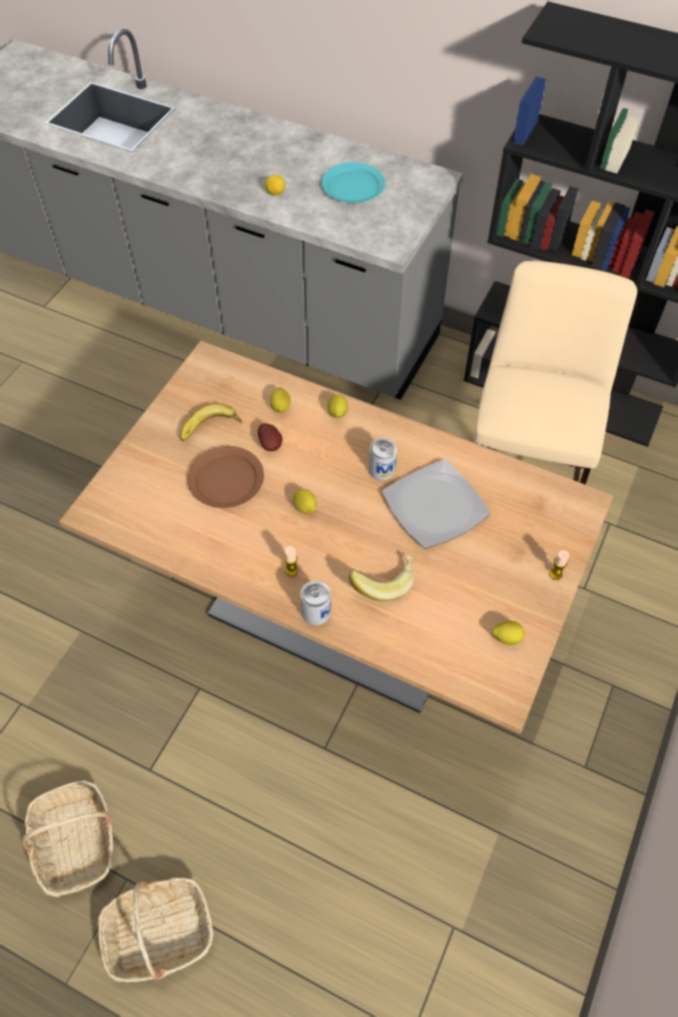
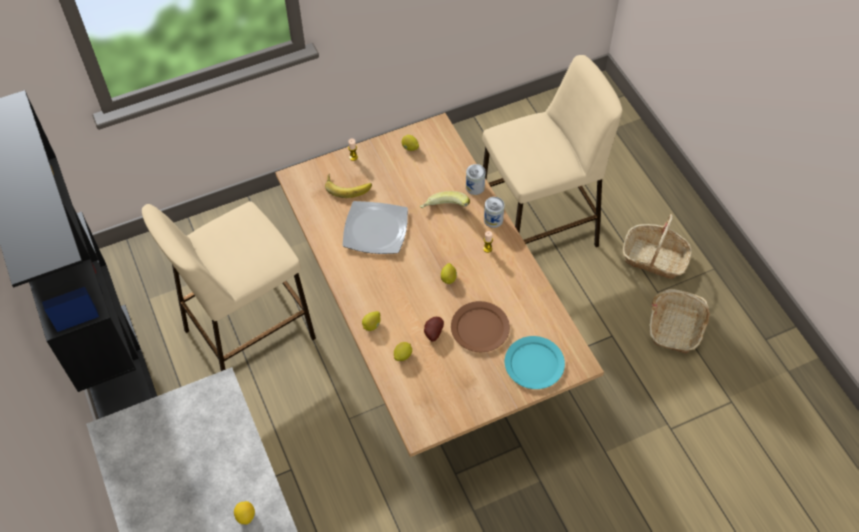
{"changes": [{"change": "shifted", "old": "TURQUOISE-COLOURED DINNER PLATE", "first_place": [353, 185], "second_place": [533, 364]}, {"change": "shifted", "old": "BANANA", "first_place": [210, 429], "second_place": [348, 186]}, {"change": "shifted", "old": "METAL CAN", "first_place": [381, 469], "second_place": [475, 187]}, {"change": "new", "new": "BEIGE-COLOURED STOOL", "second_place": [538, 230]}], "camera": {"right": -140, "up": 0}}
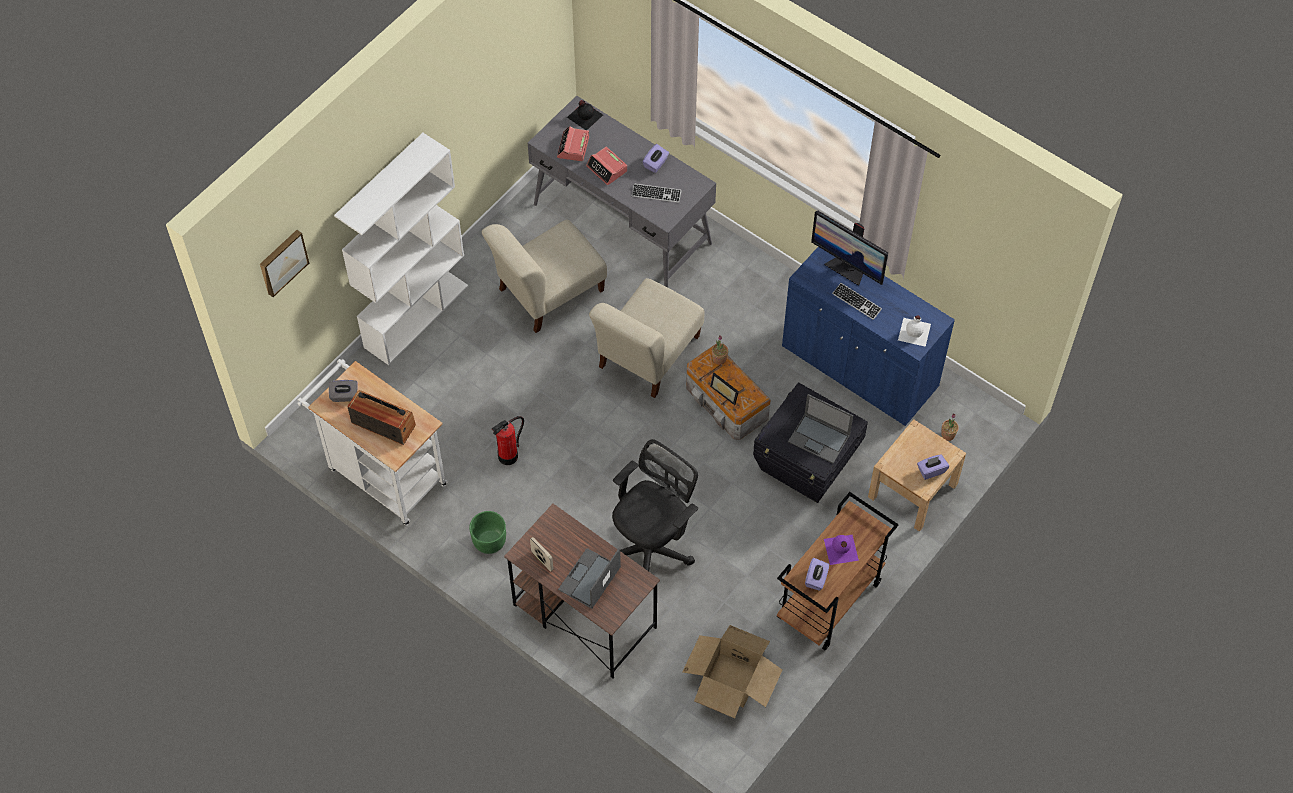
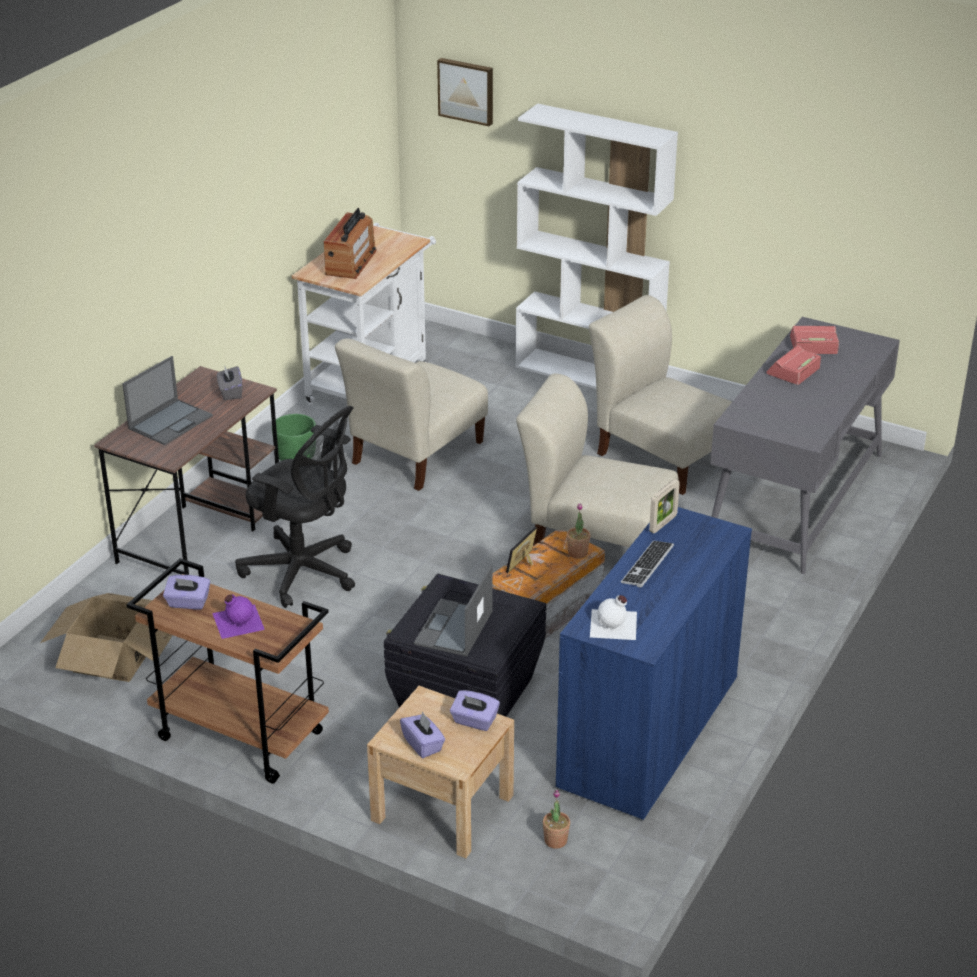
{"changes": [{"change": "gone", "old": "BLACK-COLOURED BEVERAGE BOTTLE", "first_place": [585, 115]}, {"change": "shifted", "old": "PURPLE TISSUE BOX", "first_place": [656, 164], "second_place": [474, 721]}, {"change": "gone", "old": "KEYBOARD", "first_place": [656, 194]}, {"change": "gone", "old": "COMPUTER DISPLAY", "first_place": [847, 268]}, {"change": "shifted", "old": "GREYISH TISSUE BOX", "first_place": [344, 396], "second_place": [230, 392]}, {"change": "swapped", "old": "FIRE EXTINGUISHER", "new": "BEIGE-COLOURED CHAIR", "first_place": [508, 456], "second_place": [414, 456]}, {"change": "shifted", "old": "PICTURE FRAME", "first_place": [542, 561], "second_place": [663, 524]}, {"change": "rotated", "old": "NOTEBOOK COMPUTER", "first_place": [589, 579], "second_place": [171, 422], "degrees": 105}], "camera": {"right": 80, "up": -25}}
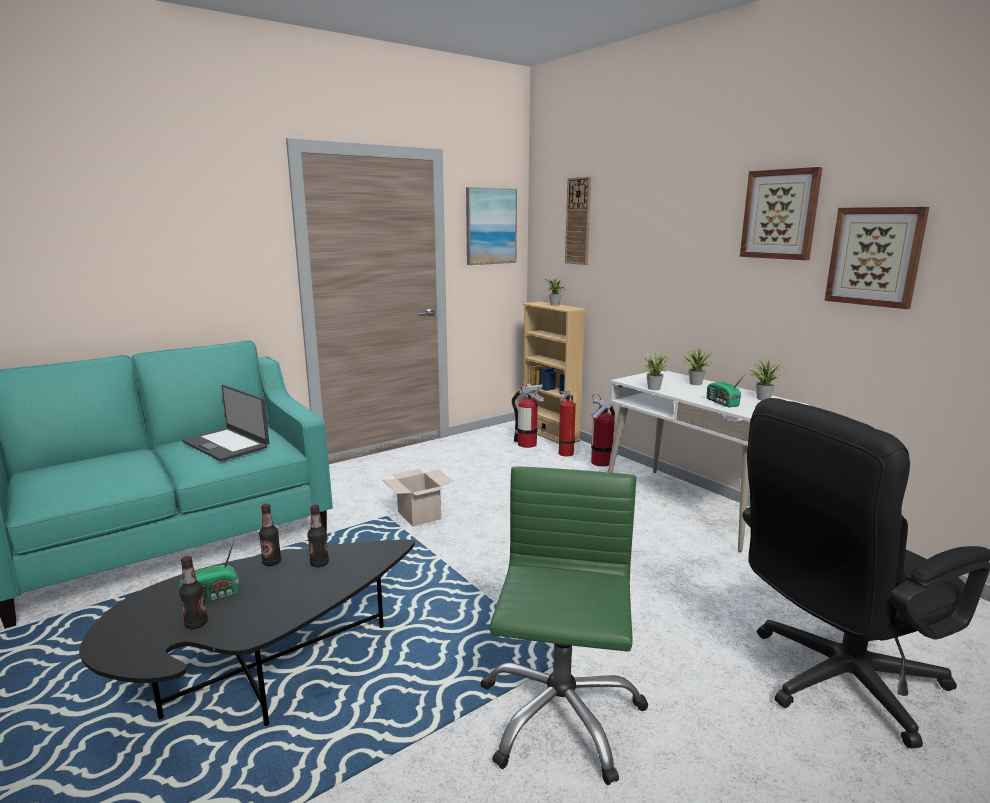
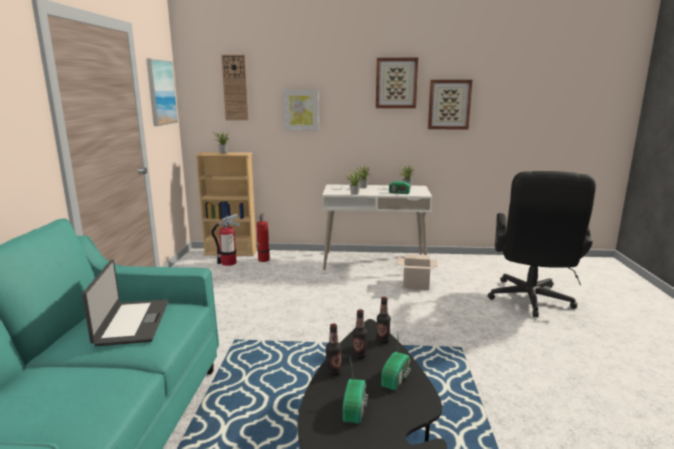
{"changes": [{"change": "rotated", "old": "NOTEBOOK COMPUTER", "first_place": [227, 444], "second_place": [131, 322], "degrees": -90}, {"change": "gone", "old": "FIRE EXTINGUISHER", "first_place": [601, 462]}, {"change": "gone", "old": "GREEN-COLOURED COMPUTER CHAIR", "first_place": [559, 715]}, {"change": "shifted", "old": "PACKING BOX", "first_place": [420, 515], "second_place": [416, 284]}, {"change": "shifted", "old": "BEVERAGE BOTTLE", "first_place": [196, 624], "second_place": [382, 340]}, {"change": "new", "new": "WALL ART", "second_place": [301, 110]}, {"change": "new", "new": "RADIO RECEIVER", "second_place": [397, 378]}], "camera": {"right": -50, "up": 0}}
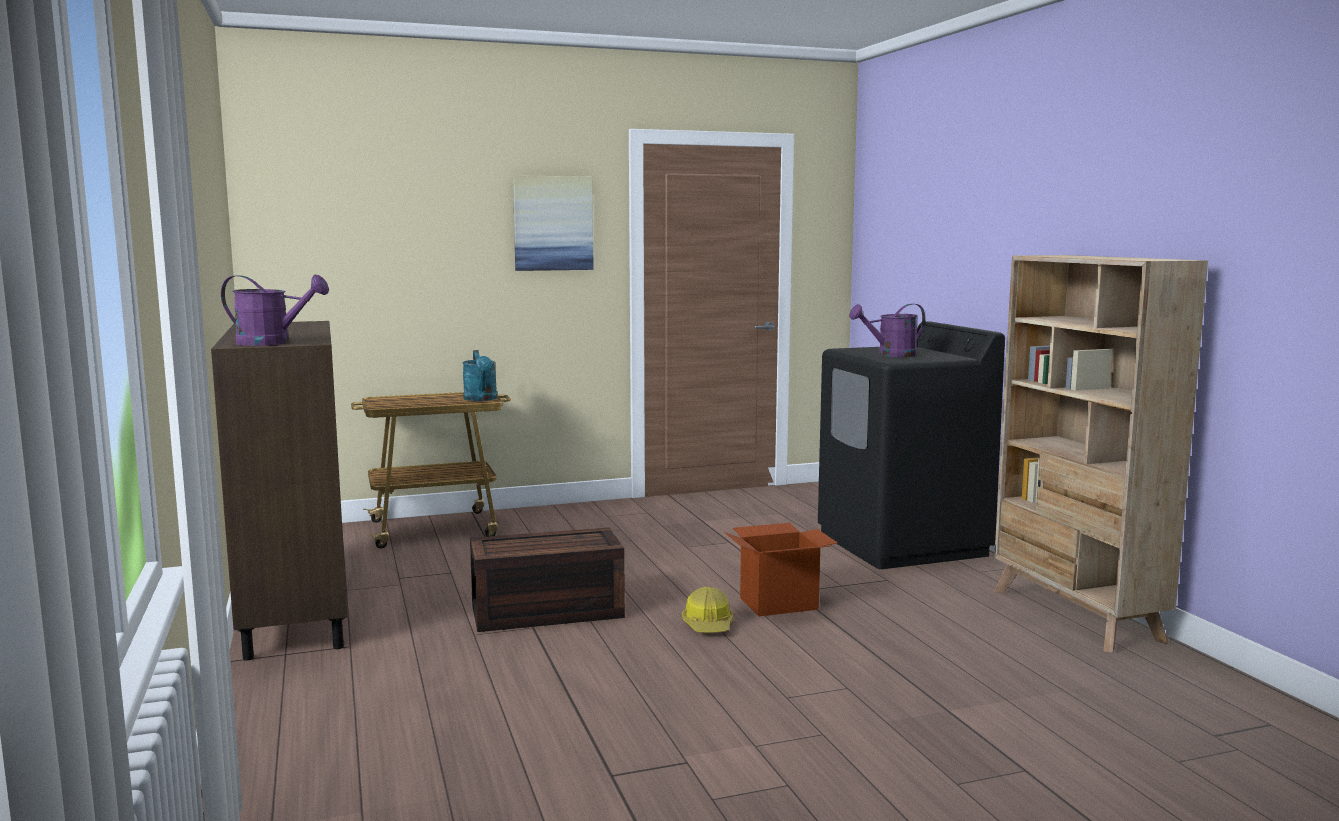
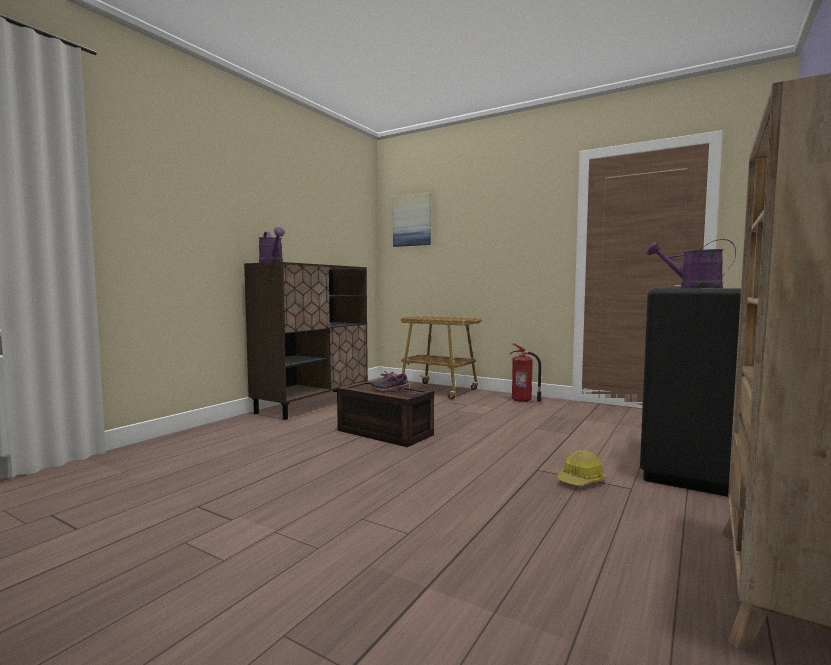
{"changes": [{"change": "shifted", "old": "WALL ART", "first_place": [553, 223], "second_place": [412, 220]}, {"change": "gone", "old": "TURQUOISE-COLOURED WATERING CAN", "first_place": [481, 399]}, {"change": "gone", "old": "PACKING BOX", "first_place": [779, 603]}, {"change": "shifted", "old": "WORK HELMET", "first_place": [708, 625], "second_place": [580, 480]}, {"change": "new", "new": "FIRE EXTINGUISHER", "second_place": [523, 401]}, {"change": "new", "new": "SHOE", "second_place": [390, 390]}], "camera": {"right": 50, "up": -5}}
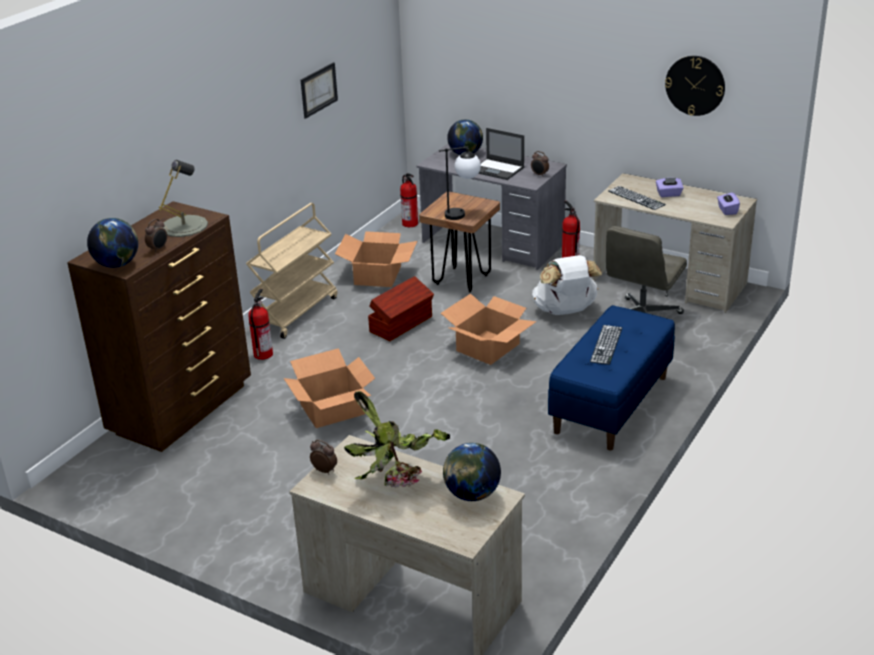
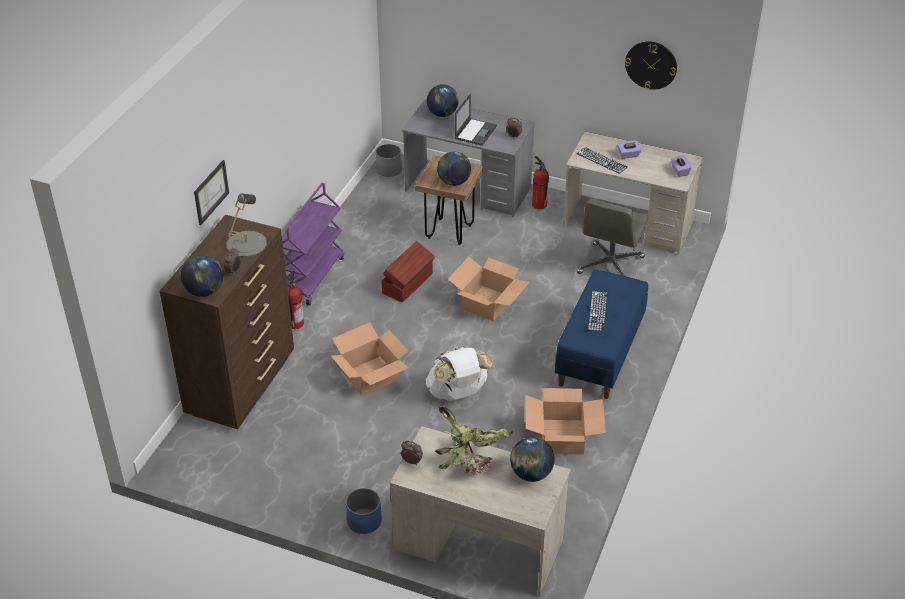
{"changes": [{"change": "shifted", "old": "WALL ART", "first_place": [318, 90], "second_place": [211, 192]}, {"change": "rotated", "old": "NOTEBOOK COMPUTER", "first_place": [498, 169], "second_place": [475, 132], "degrees": -90}, {"change": "swapped", "old": "TABLETOP LAMP", "new": "DESK GLOBE", "first_place": [463, 214], "second_place": [454, 182]}, {"change": "swapped", "old": "FIRE EXTINGUISHER", "new": "GREYISH PLANT POT", "first_place": [410, 224], "second_place": [389, 170]}, {"change": "repainted", "old": "BEIGE-COLOURED CART", "new": "PURPLE CART", "first_place": [296, 312], "second_place": [311, 276]}, {"change": "shifted", "old": "PACKING BOX", "first_place": [378, 275], "second_place": [563, 437]}, {"change": "shifted", "old": "WHITE KNAPSACK", "first_place": [565, 311], "second_place": [457, 393]}, {"change": "new", "new": "BLUE PLANT POT", "second_place": [364, 521]}], "camera": {"right": -10, "up": 10}}
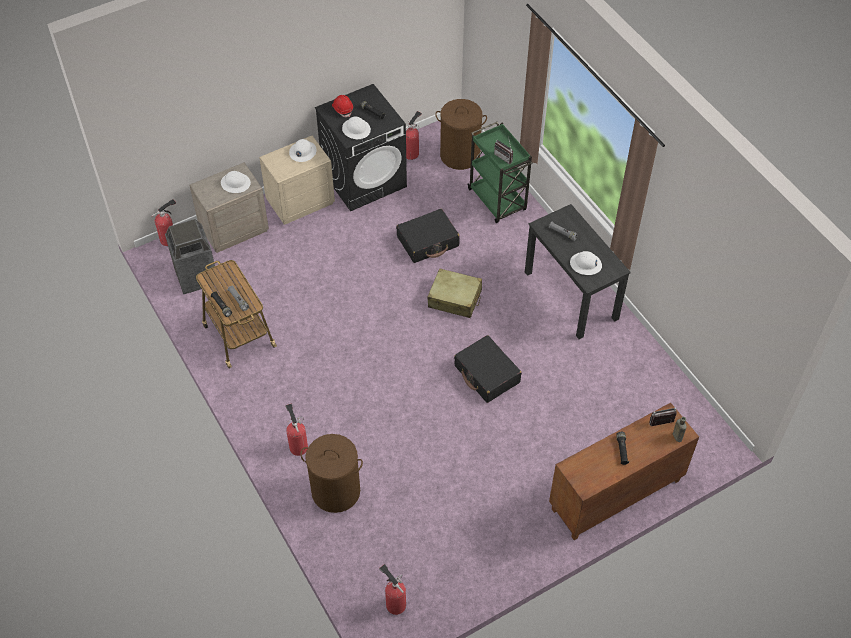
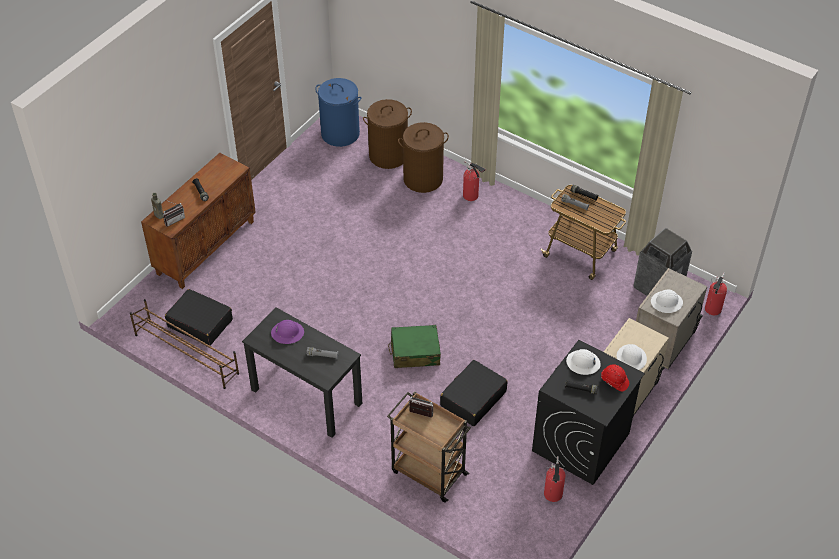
{"changes": [{"change": "shifted", "old": "BROWN WASHING BASKET", "first_place": [459, 155], "second_place": [388, 155]}, {"change": "repainted", "old": "GREEN-COLOURED CART", "new": "BROWN CART", "first_place": [497, 200], "second_place": [428, 472]}, {"change": "repainted", "old": "WHITE WORK HELMET", "new": "PURPLE WORK HELMET", "first_place": [585, 264], "second_place": [287, 333]}, {"change": "repainted", "old": "BEIGE-COLOURED PIECE OF LUGGAGE", "new": "GREEN-COLOURED PIECE OF LUGGAGE", "first_place": [455, 299], "second_place": [415, 352]}, {"change": "shifted", "old": "BLACK-COLOURED PIECE OF LUGGAGE", "first_place": [487, 374], "second_place": [200, 323]}, {"change": "swapped", "old": "FIRE EXTINGUISHER", "new": "BLUE WASHING BASKET", "first_place": [394, 603], "second_place": [340, 134]}, {"change": "new", "new": "BROWN SHOE STAND", "second_place": [186, 353]}], "camera": {"right": 155, "up": -5}}
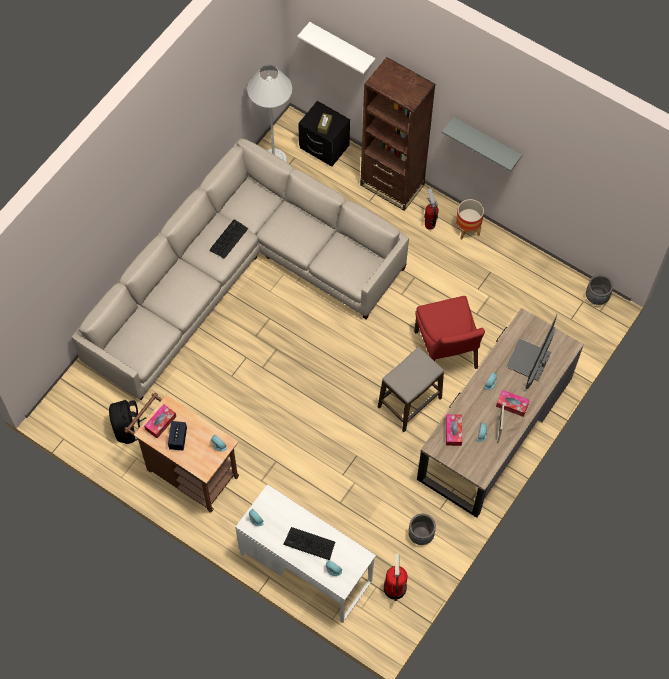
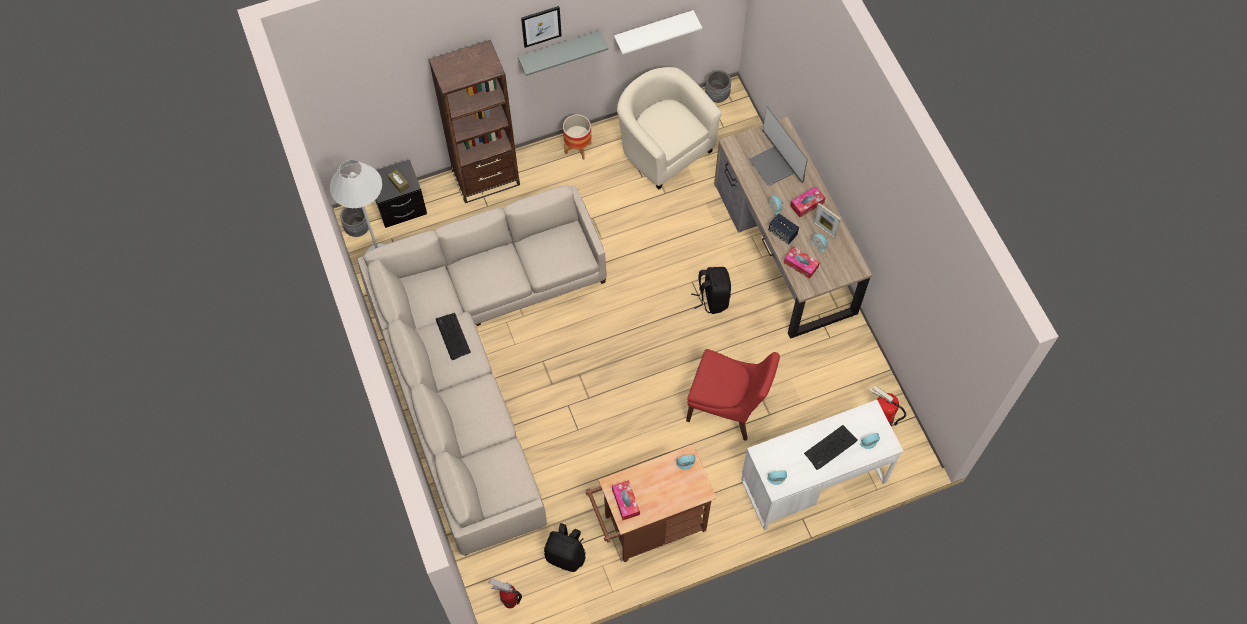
{"changes": [{"change": "shifted", "old": "WHITE SHELF", "first_place": [342, 47], "second_place": [653, 30]}, {"change": "shifted", "old": "FIRE EXTINGUISHER", "first_place": [429, 225], "second_place": [509, 602]}, {"change": "shifted", "old": "RED-COLOURED CHAIR", "first_place": [446, 352], "second_place": [728, 407]}, {"change": "swapped", "old": "STOOL", "new": "BLACK-COLOURED KNAPSACK", "first_place": [409, 402], "second_place": [712, 298]}, {"change": "shifted", "old": "AUDIO SPEAKER", "first_place": [178, 439], "second_place": [782, 233]}, {"change": "shifted", "old": "GREYISH PLANT POT", "first_place": [421, 535], "second_place": [358, 229]}, {"change": "new", "new": "WALL ART", "second_place": [541, 26]}, {"change": "new", "new": "BEIGE-COLOURED ARMCHAIR", "second_place": [663, 148]}], "camera": {"right": -55, "up": 0}}
